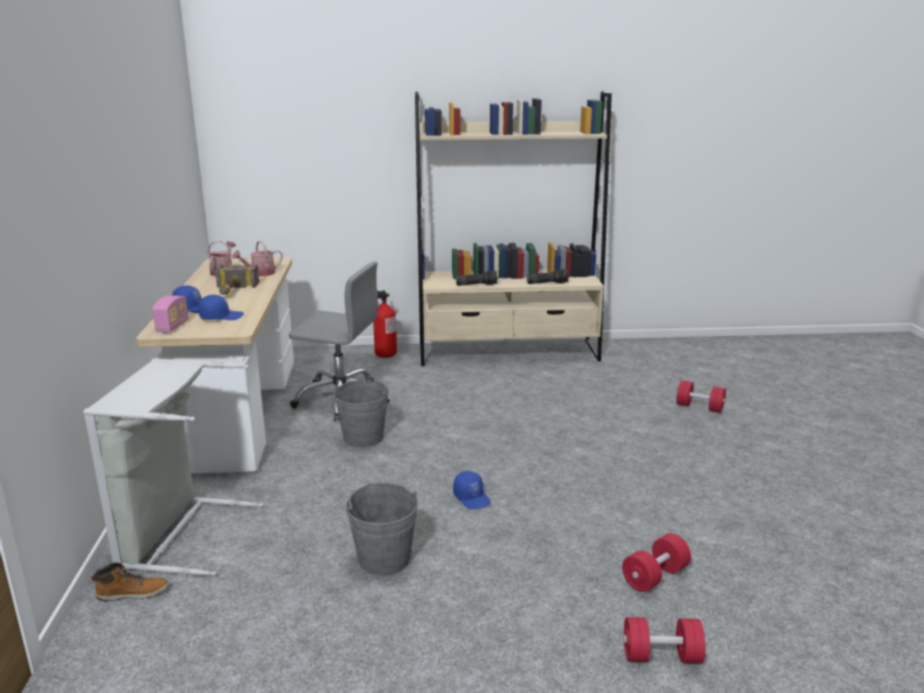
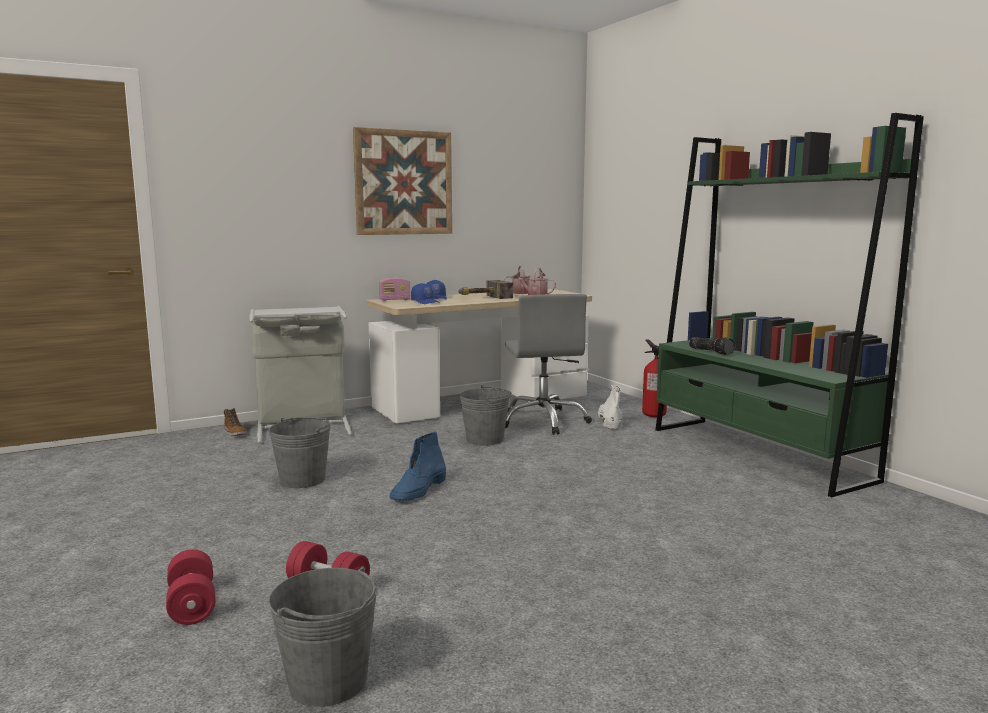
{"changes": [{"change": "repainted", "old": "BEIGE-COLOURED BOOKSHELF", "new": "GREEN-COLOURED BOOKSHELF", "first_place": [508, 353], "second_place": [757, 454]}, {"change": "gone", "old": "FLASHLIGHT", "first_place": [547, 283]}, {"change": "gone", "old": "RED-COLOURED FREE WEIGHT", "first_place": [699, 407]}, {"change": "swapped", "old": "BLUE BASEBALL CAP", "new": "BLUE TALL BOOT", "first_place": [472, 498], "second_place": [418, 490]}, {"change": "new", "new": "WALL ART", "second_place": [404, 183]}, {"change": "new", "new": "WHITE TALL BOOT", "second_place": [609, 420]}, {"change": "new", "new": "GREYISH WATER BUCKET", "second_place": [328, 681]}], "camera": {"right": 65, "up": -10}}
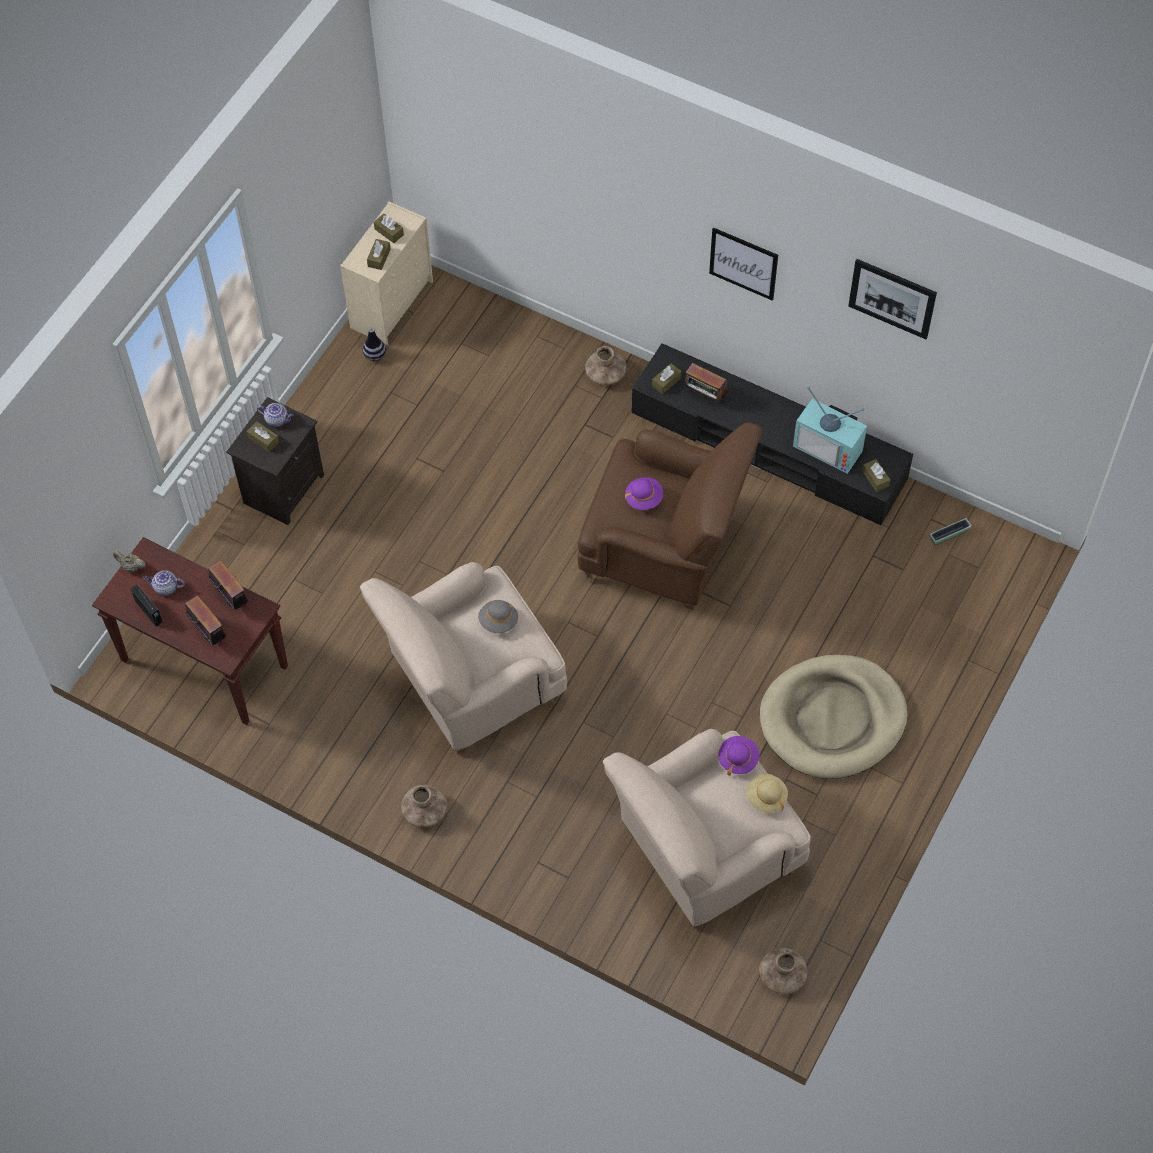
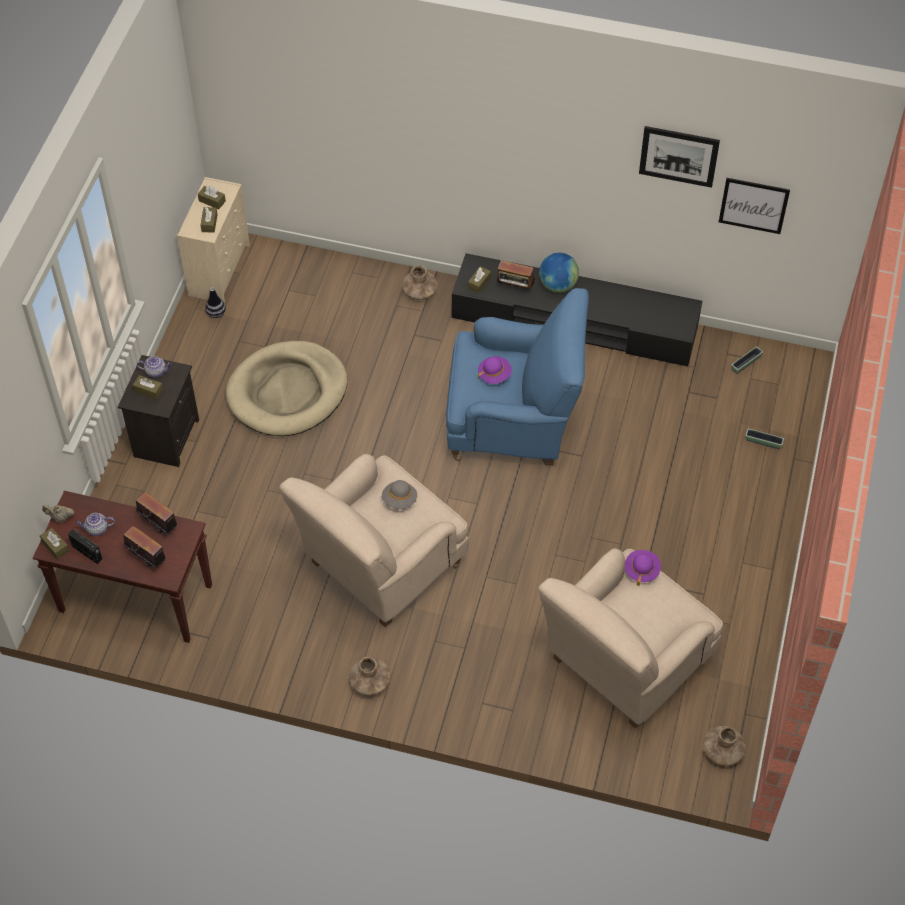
{"changes": [{"change": "shifted", "old": "WALL ART", "first_place": [743, 263], "second_place": [753, 205]}, {"change": "gone", "old": "TELEVISION", "first_place": [830, 446]}, {"change": "repainted", "old": "BROWN ARMCHAIR", "new": "BLUE ARMCHAIR", "first_place": [665, 551], "second_place": [514, 423]}, {"change": "shifted", "old": "BROWN TISSUE BOX", "first_place": [875, 478], "second_place": [55, 546]}, {"change": "shifted", "old": "BEIGE-COLOURED DOG BED", "first_place": [832, 719], "second_place": [287, 392]}, {"change": "gone", "old": "BEIGE-COLOURED HAT", "first_place": [766, 797]}, {"change": "new", "new": "DESK GLOBE", "second_place": [557, 285]}, {"change": "new", "new": "PLANT POT", "second_place": [763, 442]}], "camera": {"right": -15, "up": -5}}
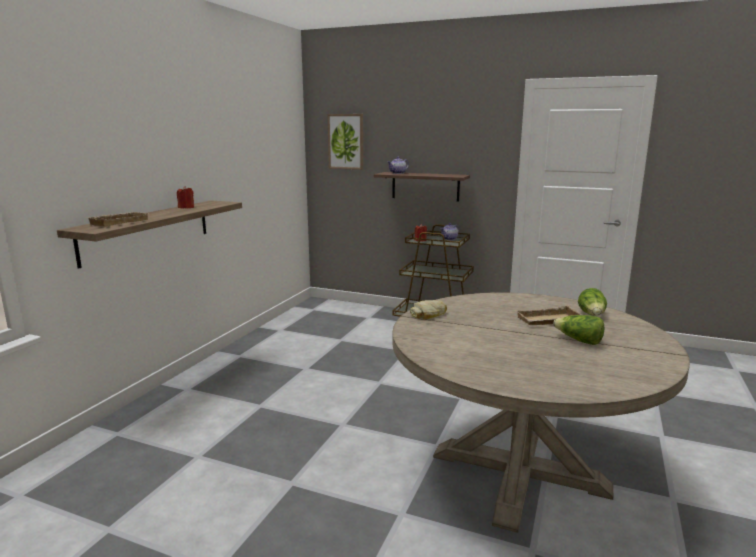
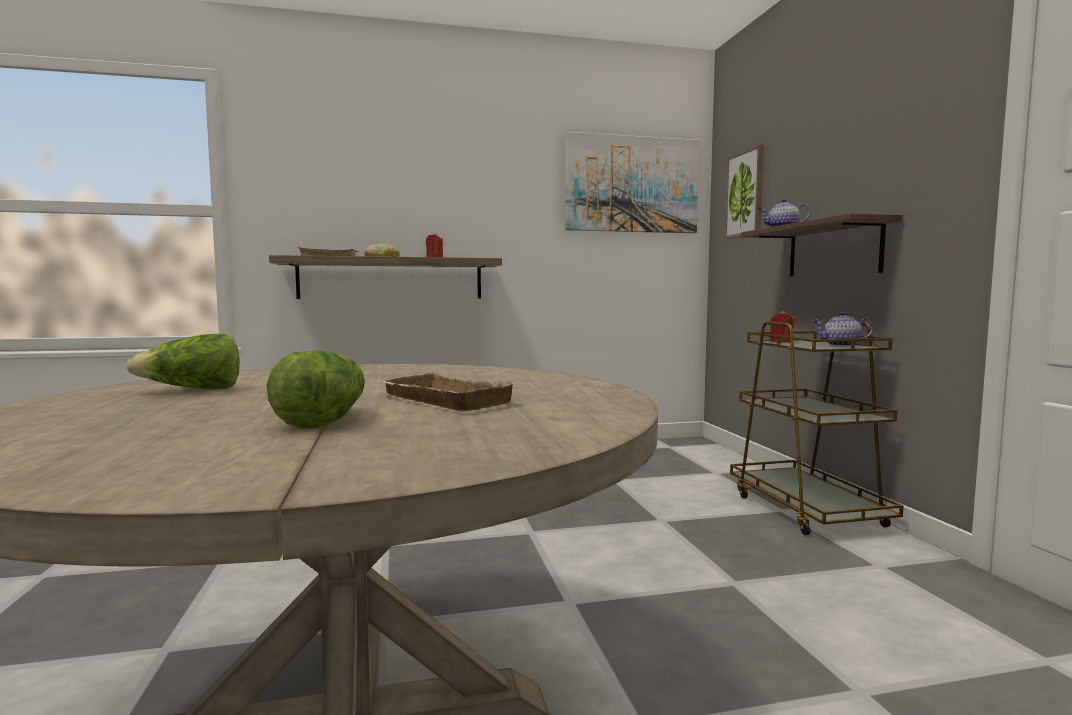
{"changes": [{"change": "shifted", "old": "LETTUCE", "first_place": [592, 315], "second_place": [193, 390]}, {"change": "shifted", "old": "BREAD", "first_place": [429, 314], "second_place": [381, 257]}, {"change": "new", "new": "WALL ART", "second_place": [632, 184]}], "camera": {"right": 55, "up": -10}}
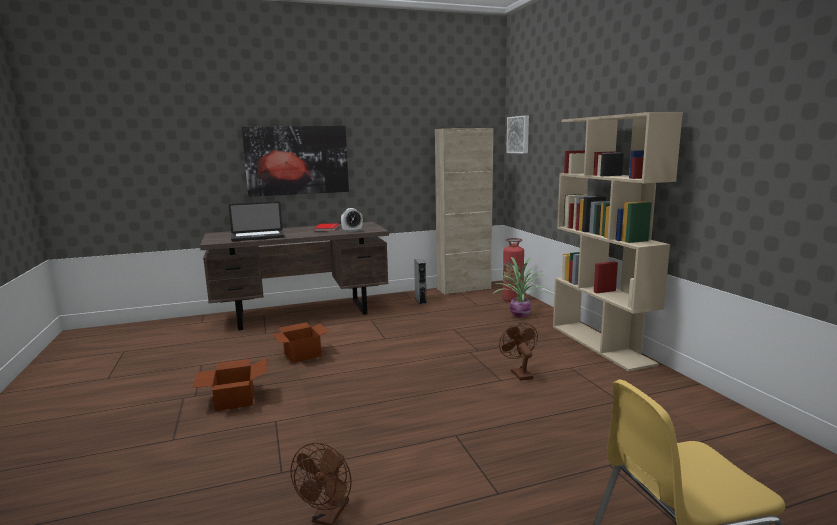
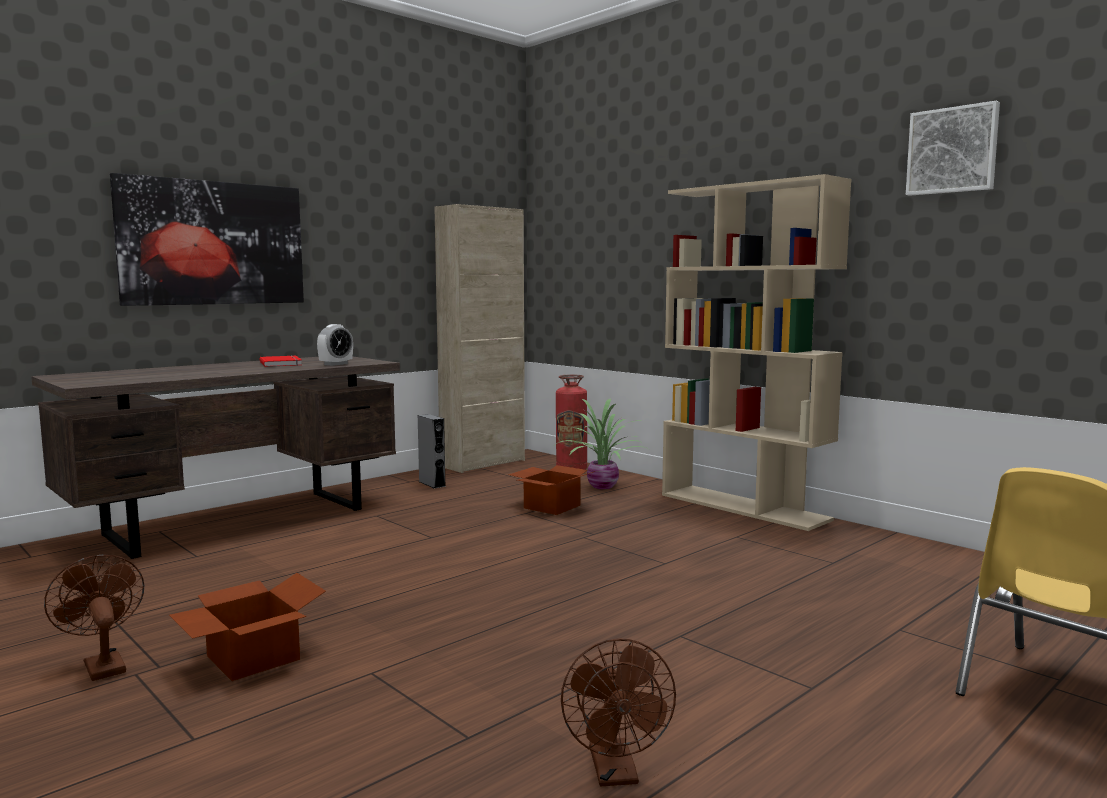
{"changes": [{"change": "shifted", "old": "WALL ART", "first_place": [519, 134], "second_place": [952, 150]}, {"change": "gone", "old": "NOTEBOOK COMPUTER", "first_place": [258, 237]}, {"change": "shifted", "old": "PACKING BOX", "first_place": [302, 354], "second_place": [551, 506]}, {"change": "shifted", "old": "BROWN FAN", "first_place": [519, 373], "second_place": [102, 665]}], "camera": {"right": -25, "up": -5}}
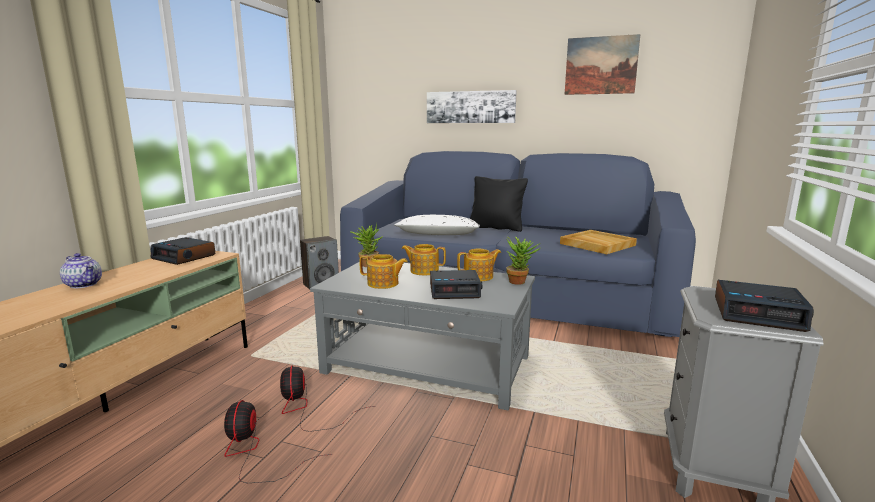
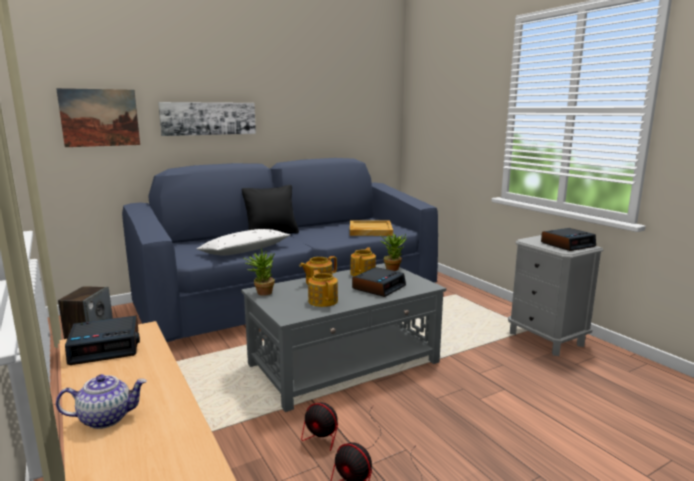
{"changes": [{"change": "shifted", "old": "WALL ART", "first_place": [601, 65], "second_place": [100, 117]}, {"change": "rotated", "old": "TEA POT", "first_place": [383, 284], "second_place": [323, 301], "degrees": -75}], "camera": {"right": -50, "up": 0}}
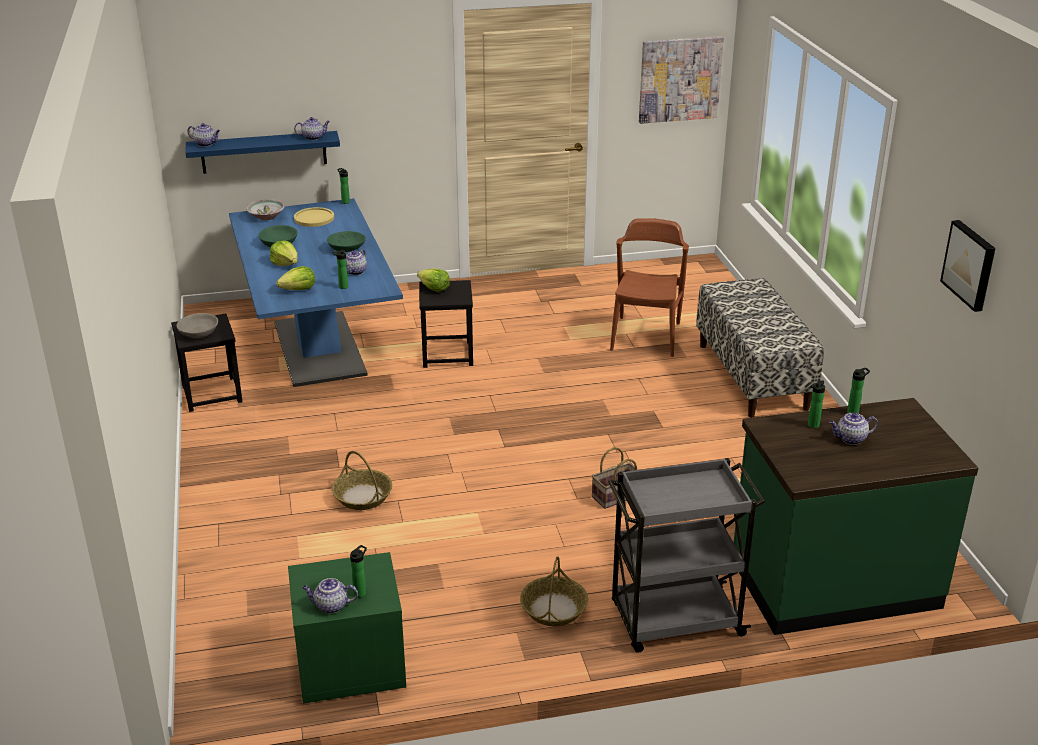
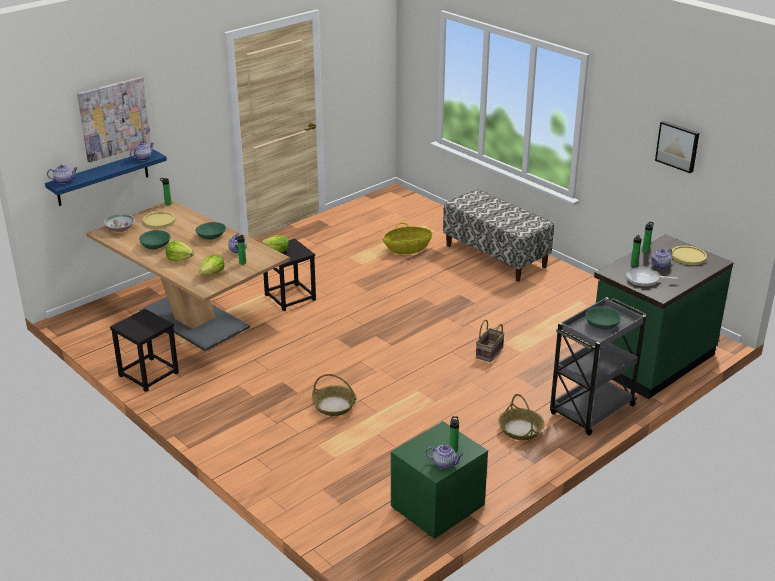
{"changes": [{"change": "shifted", "old": "WALL ART", "first_place": [680, 79], "second_place": [114, 118]}, {"change": "repainted", "old": "BLUE KITCHEN TABLE", "new": "BROWN KITCHEN TABLE", "first_place": [319, 348], "second_place": [194, 320]}, {"change": "swapped", "old": "BROWN CHAIR", "new": "BASKET", "first_place": [646, 336], "second_place": [407, 249]}, {"change": "gone", "old": "GREYISH BOWL", "first_place": [199, 333]}, {"change": "rotated", "old": "TEA POT", "first_place": [330, 606], "second_place": [444, 464], "degrees": -135}, {"change": "new", "new": "YELLOW DINNER PLATE", "second_place": [688, 256]}, {"change": "new", "new": "PAN", "second_place": [644, 279]}, {"change": "new", "new": "GREEN-COLOURED BOWL", "second_place": [602, 324]}], "camera": {"right": -30, "up": 0}}
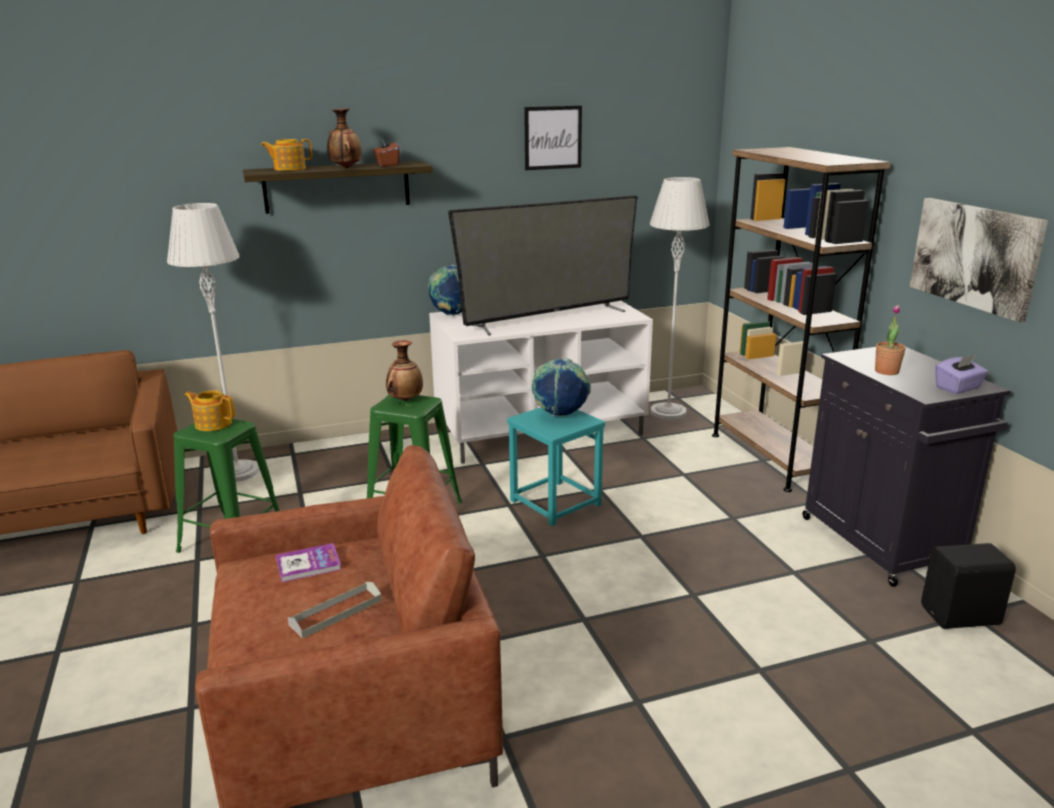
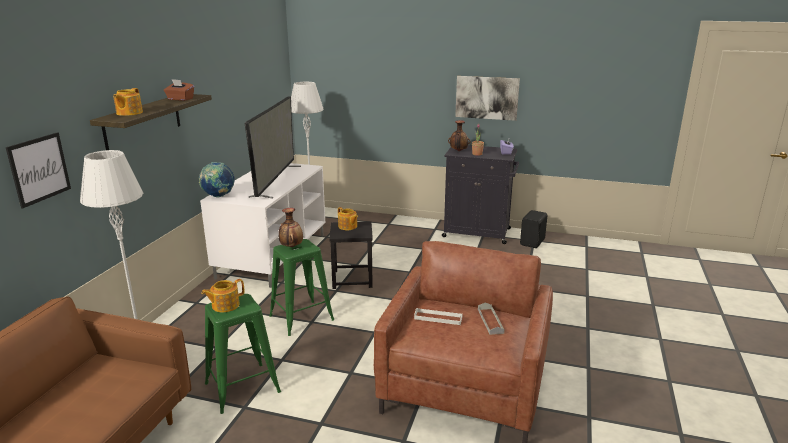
{"changes": [{"change": "shifted", "old": "WALL ART", "first_place": [553, 137], "second_place": [39, 169]}, {"change": "shifted", "old": "VASE", "first_place": [345, 168], "second_place": [458, 151]}, {"change": "gone", "old": "BROWN BOOKSHELF", "first_place": [772, 457]}, {"change": "swapped", "old": "DESK GLOBE", "new": "TEA POT", "first_place": [560, 415], "second_place": [347, 227]}, {"change": "repainted", "old": "TURQUOISE-COLOURED STOOL", "new": "BLACK-COLOURED STOOL", "first_place": [554, 503], "second_place": [352, 279]}, {"change": "swapped", "old": "BOOK", "new": "WHITE TRAY", "first_place": [308, 564], "second_place": [438, 318]}], "camera": {"right": -55, "up": 0}}
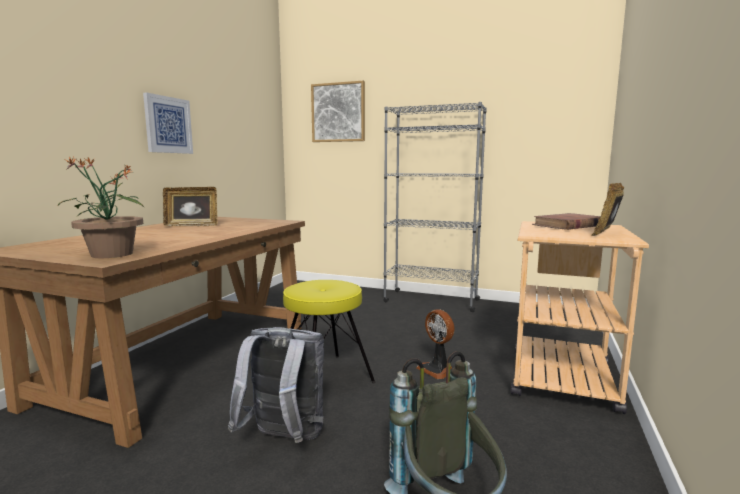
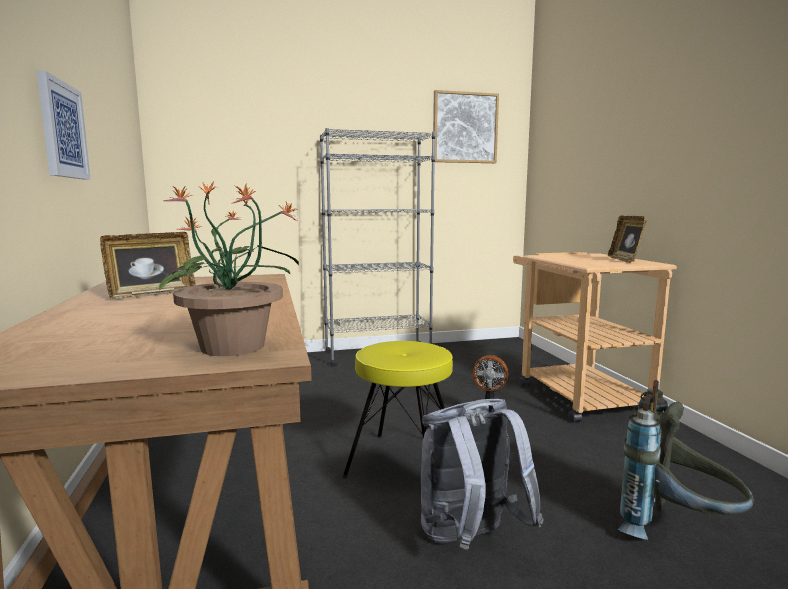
{"changes": [{"change": "shifted", "old": "WALL ART", "first_place": [338, 112], "second_place": [465, 128]}, {"change": "gone", "old": "BROWN BOOK", "first_place": [567, 225]}], "camera": {"right": -35, "up": 0}}
